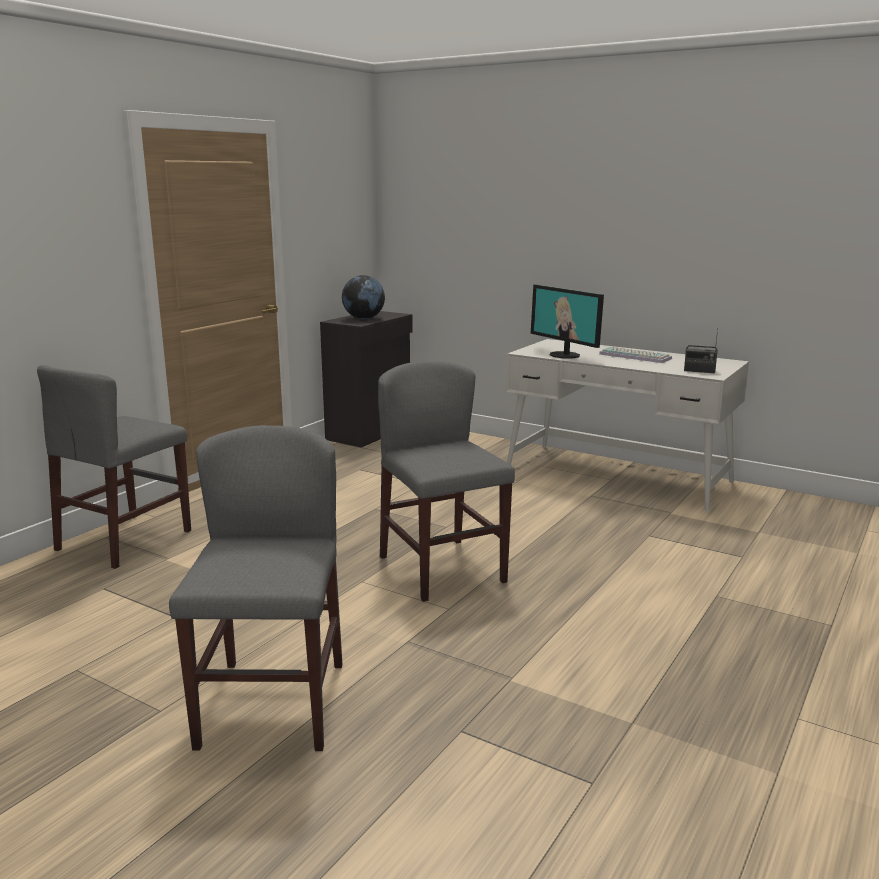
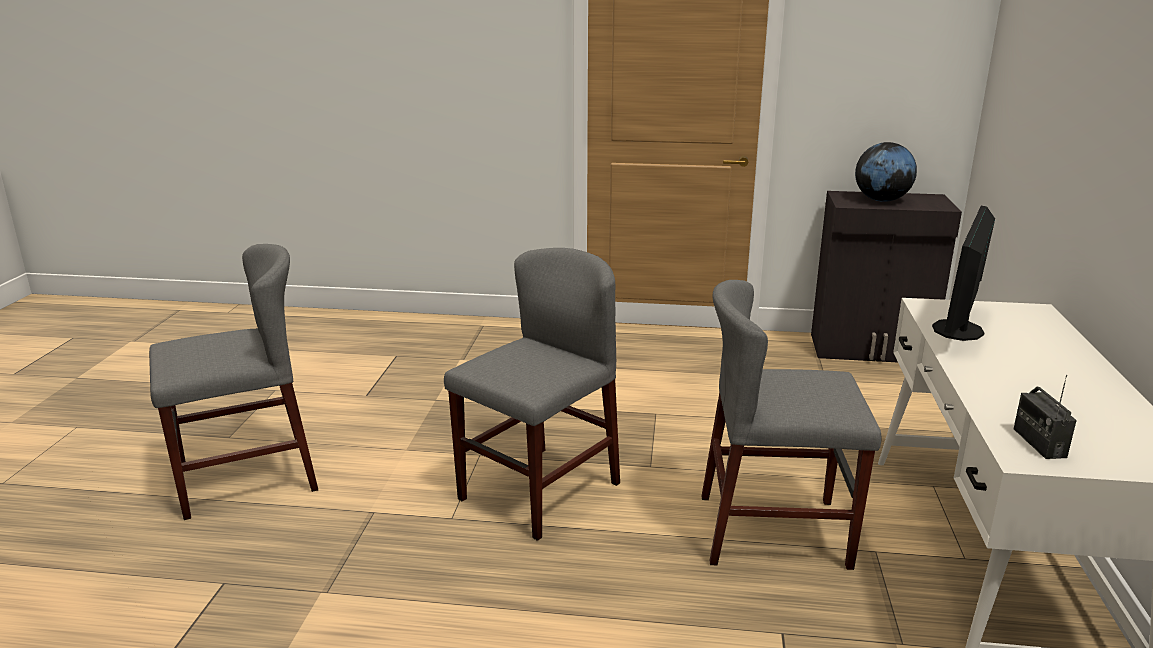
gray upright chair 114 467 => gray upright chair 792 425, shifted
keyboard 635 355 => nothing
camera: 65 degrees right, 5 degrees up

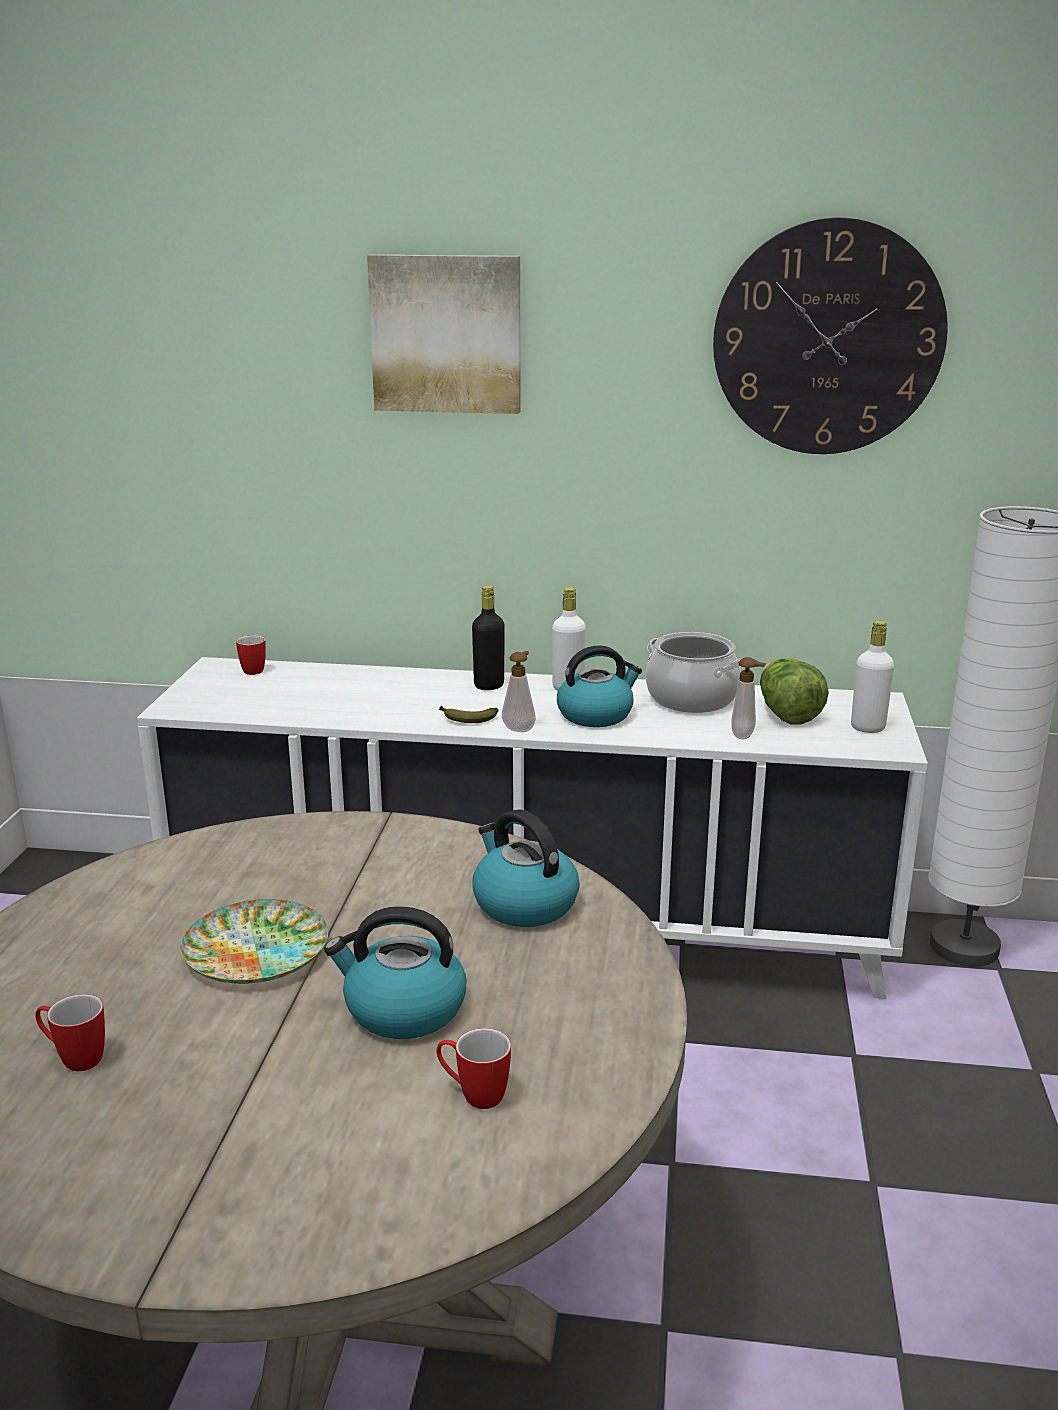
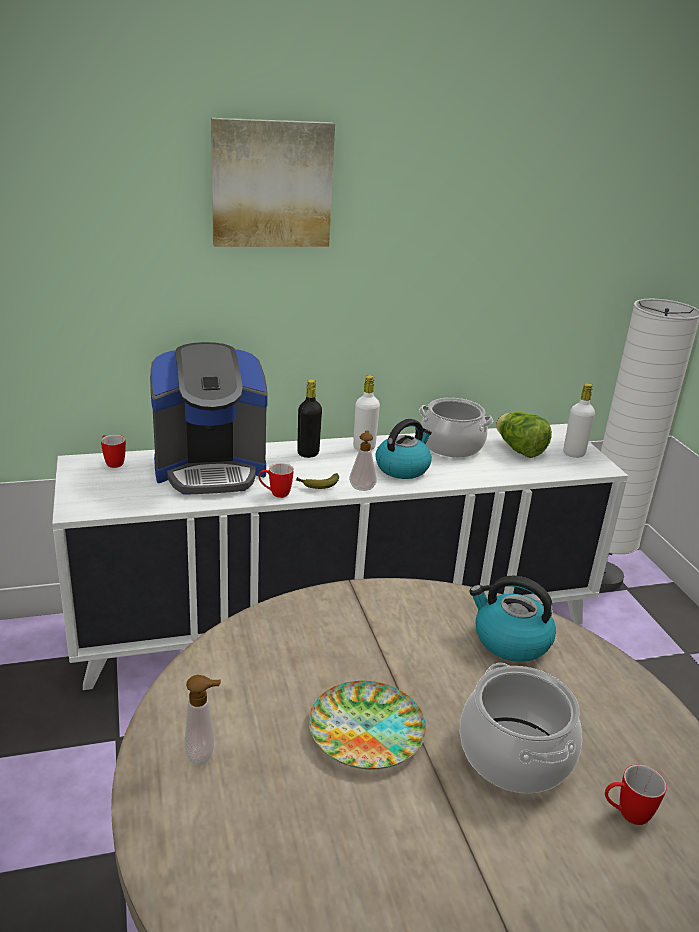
mug 70 1032 => mug 276 480, shifted
water kettle 395 973 => saucepot 520 728
hanging clock 830 336 => nothing
soap dispenser 748 698 => soap dispenser 203 720, shifted
nothing => coffee maker 209 418
camera: 25 degrees left, 5 degrees up

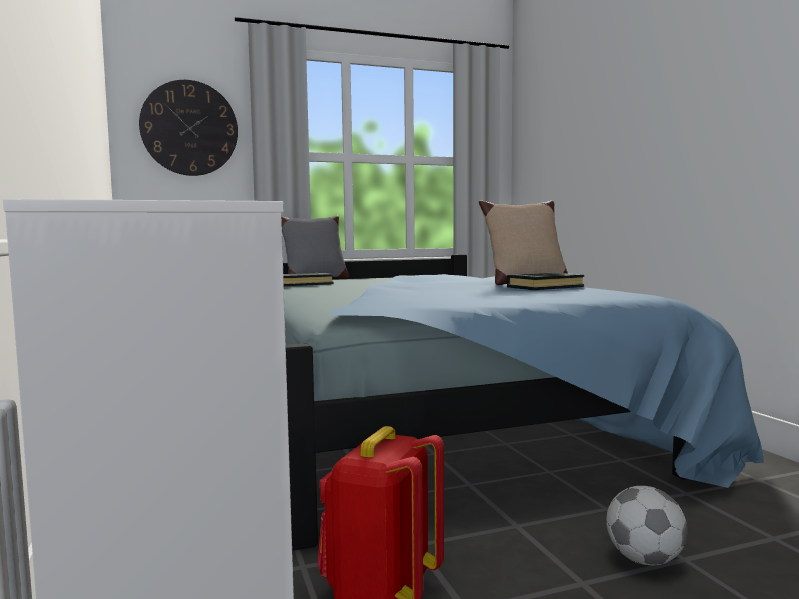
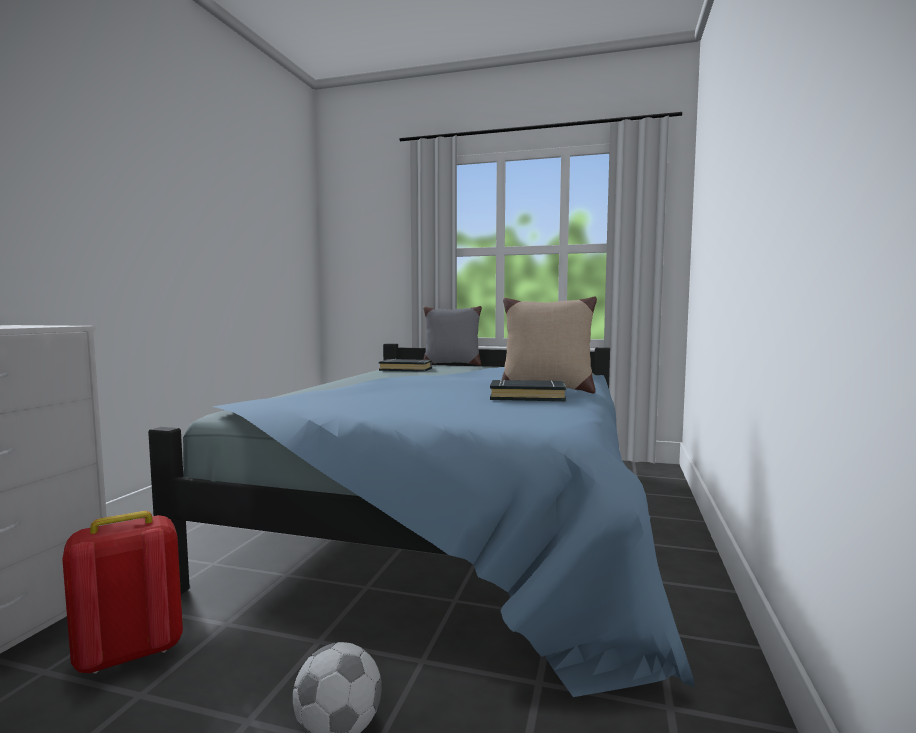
hanging clock 188 128 => nothing
camera: 35 degrees right, 0 degrees up

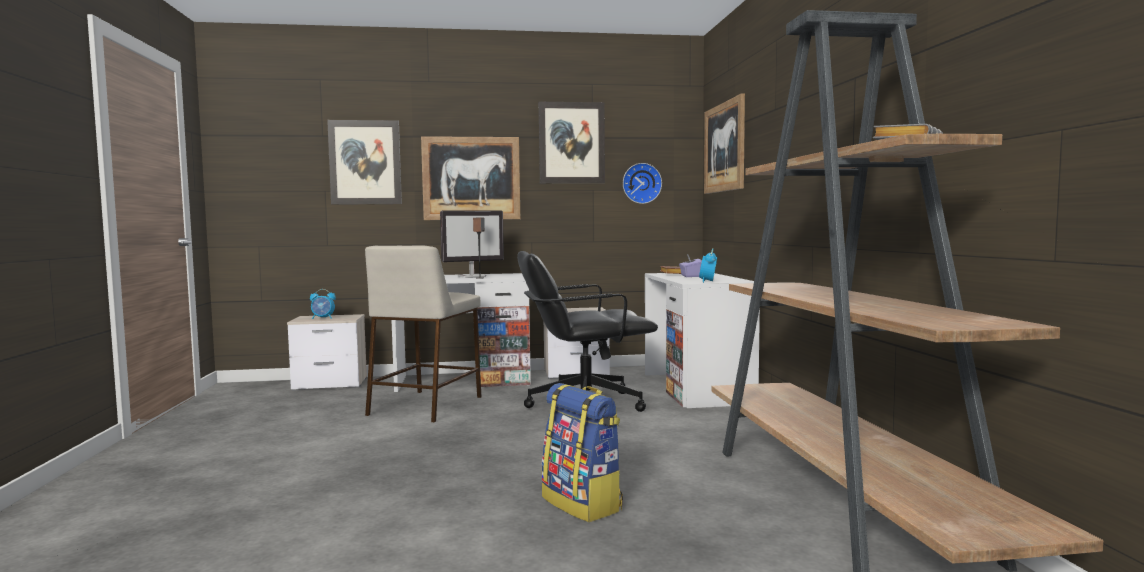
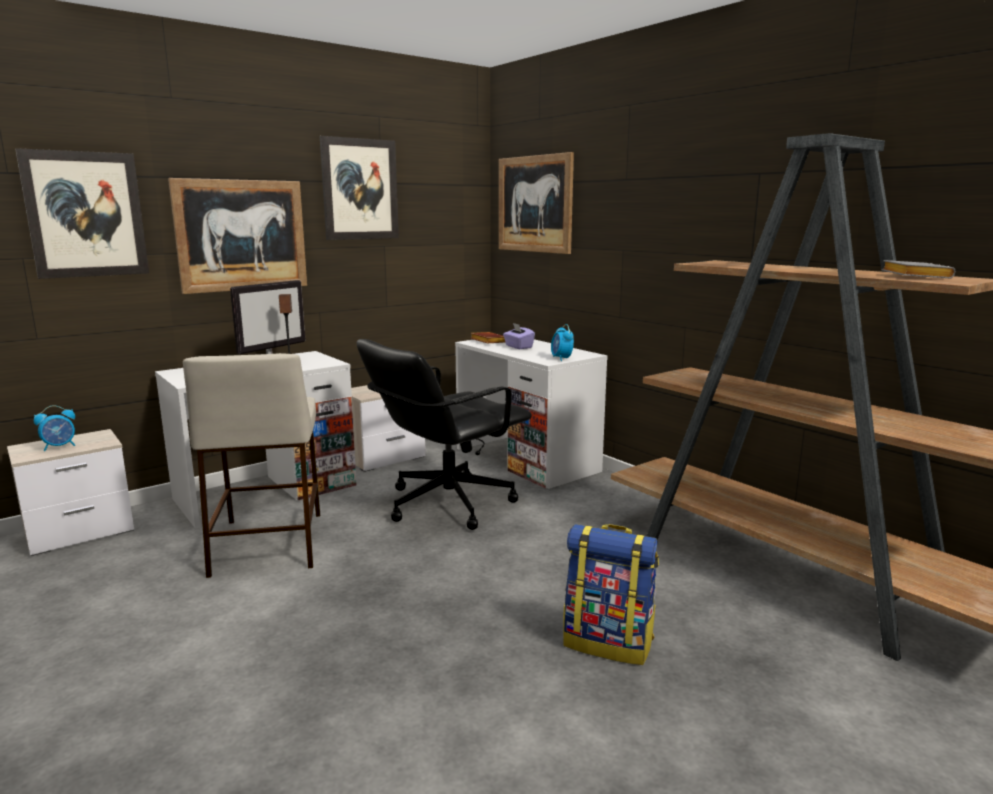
hanging clock 642 183 => nothing
camera: 30 degrees left, 10 degrees up

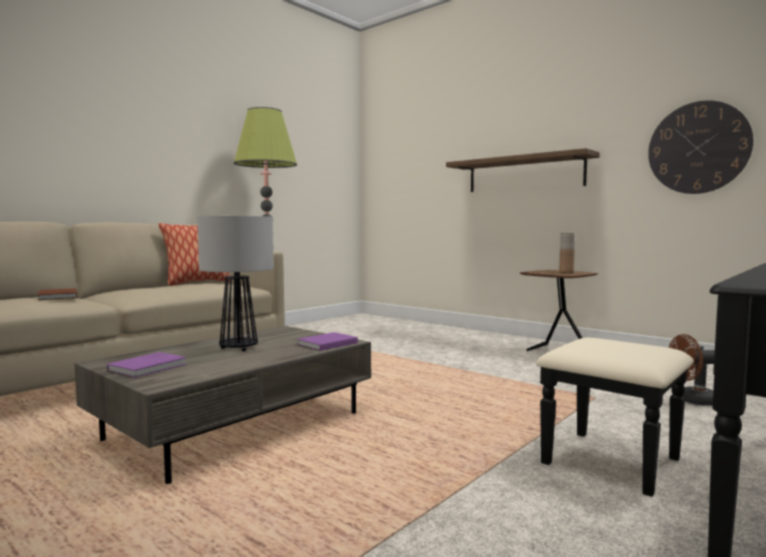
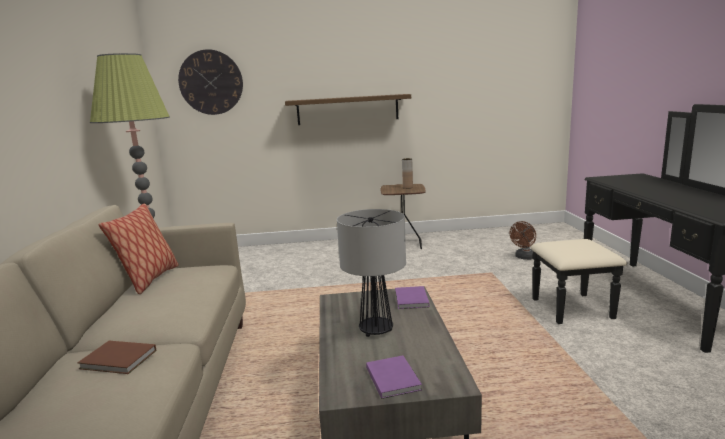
hanging clock 701 147 => hanging clock 210 82, shifted
camera: 45 degrees left, 10 degrees up

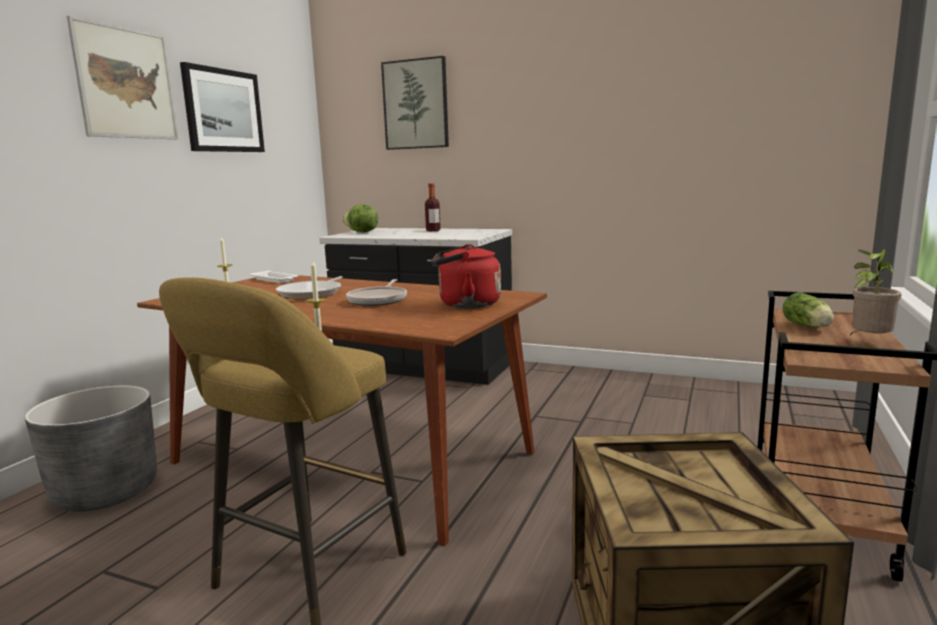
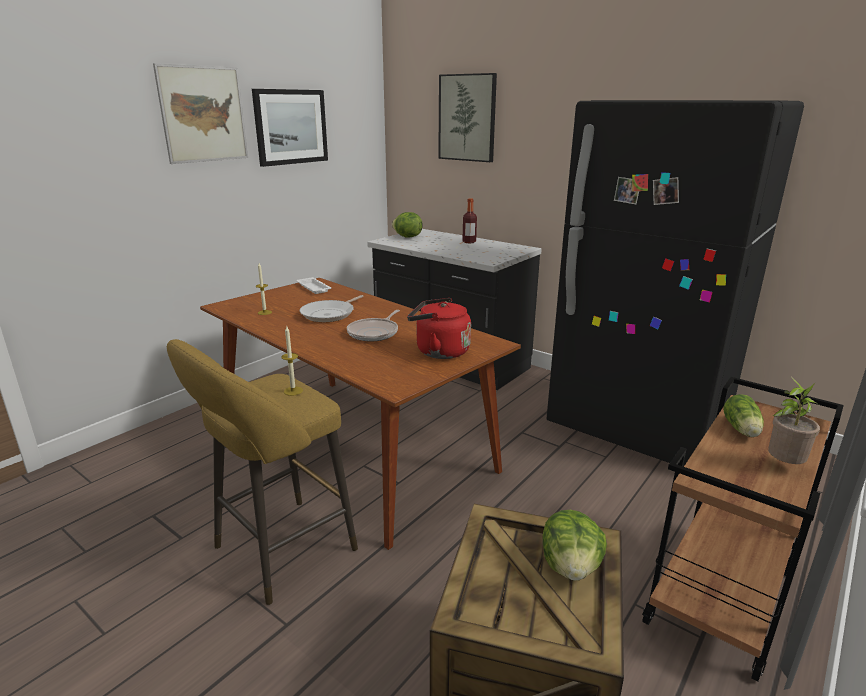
gray plant pot 91 448 => nothing
nothing => lettuce 574 545
nothing => blackish kitchen fridge 675 283
camera: 15 degrees right, 10 degrees up

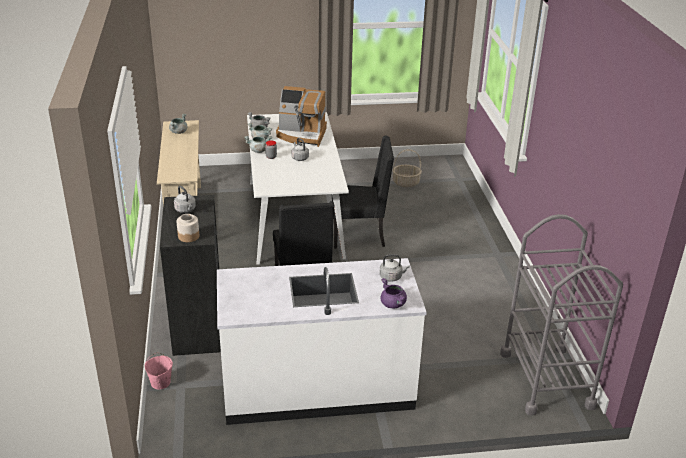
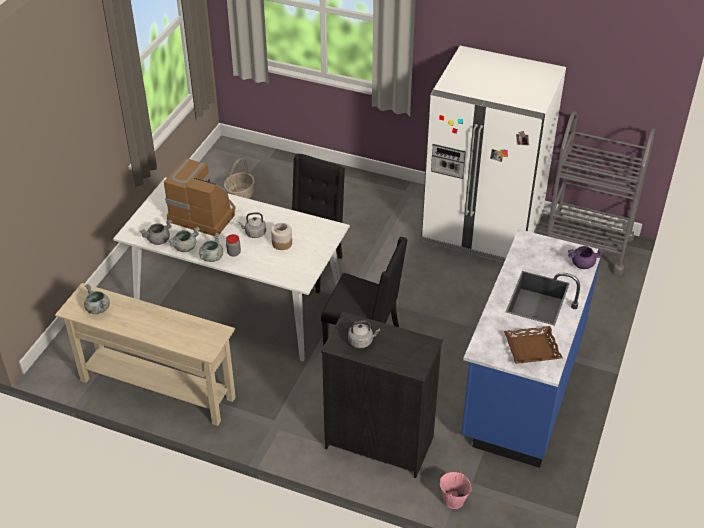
storage jar 188 228 => storage jar 281 236, shifted
white kitchen base unit 322 341 => blue kitchen base unit 531 348
coffee maker 301 116 => coffee maker 200 197, 105 degrees counterclockwise
gray water kettle 394 268 => nothing
nothing => white kitchen fridge 494 154
nothing => brown-coloured tray 533 345
camera: 60 degrees left, 10 degrees up

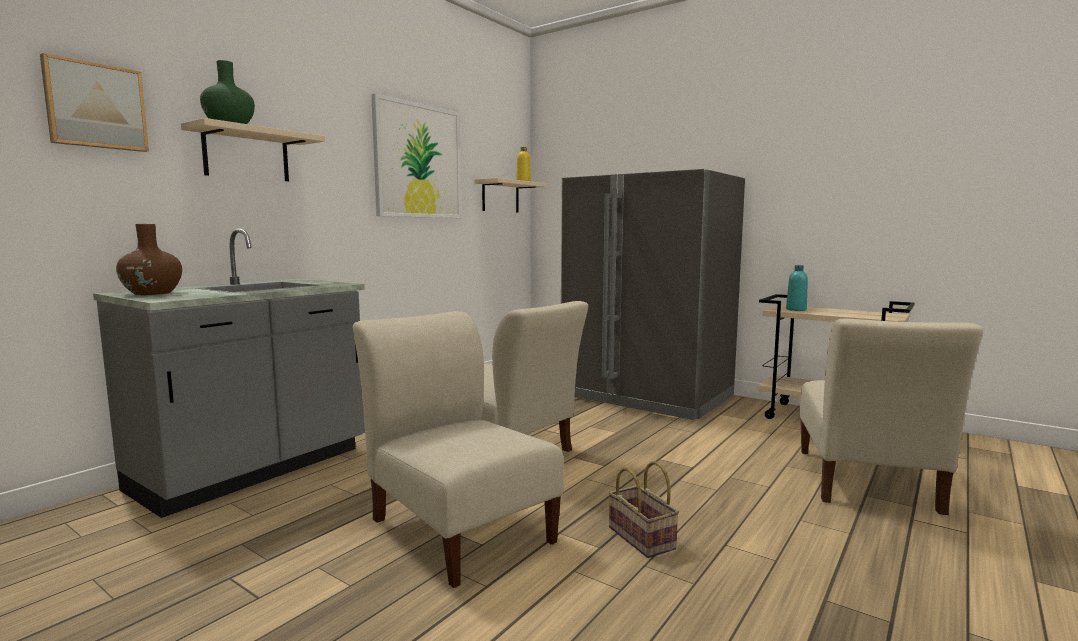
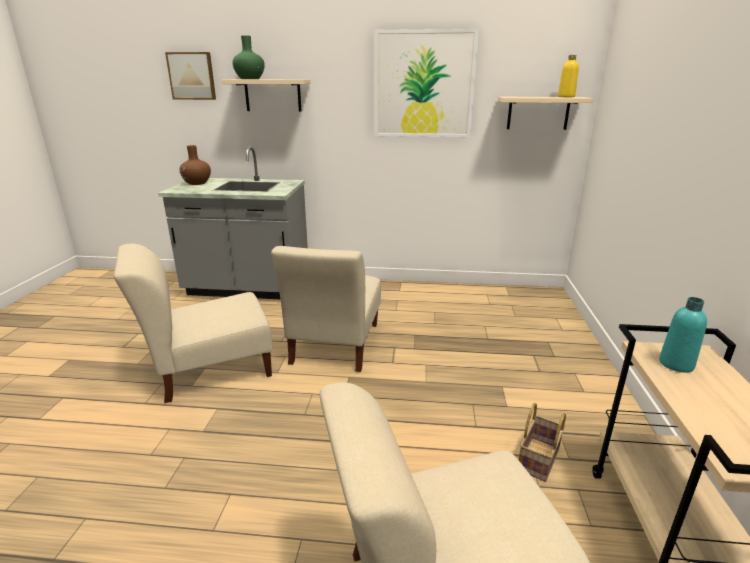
beige-coloured upright chair 458 449 => beige-coloured upright chair 193 323, 135 degrees counterclockwise
gray kitchen fridge 653 294 => nothing
basket 644 509 => basket 542 442, shifted
camera: 60 degrees right, 15 degrees up

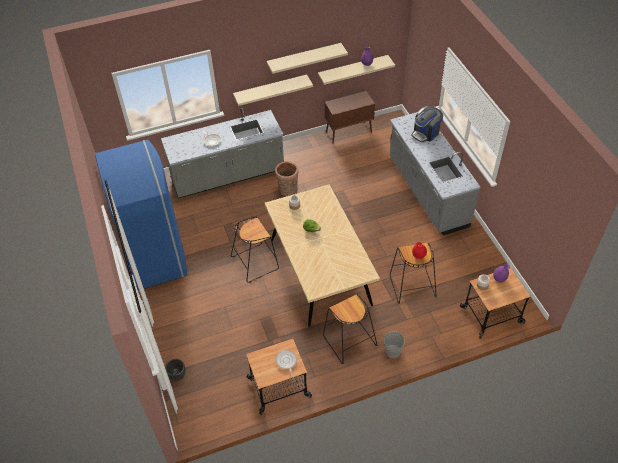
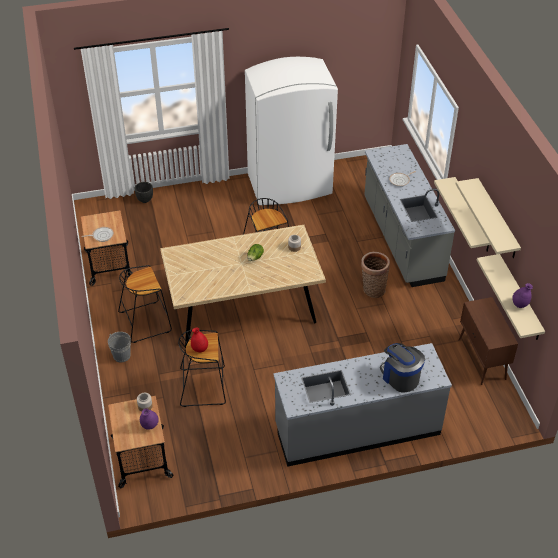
blue kitchen fridge 141 215 => white kitchen fridge 291 131
camera: 95 degrees right, 5 degrees down

